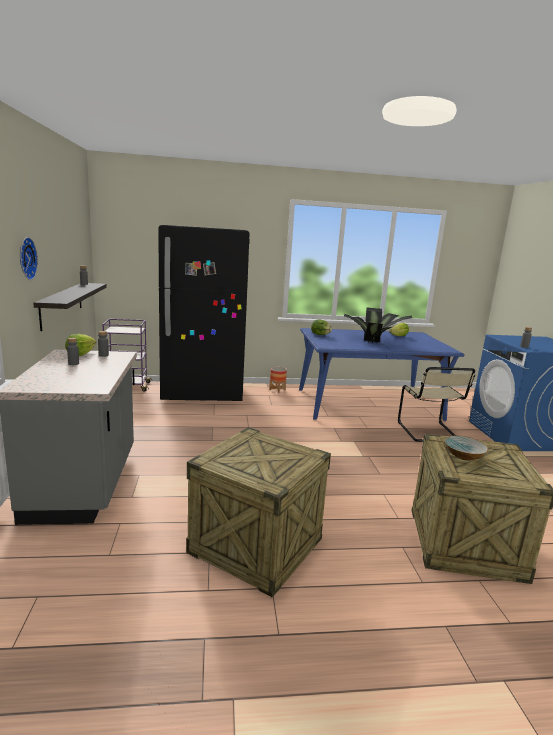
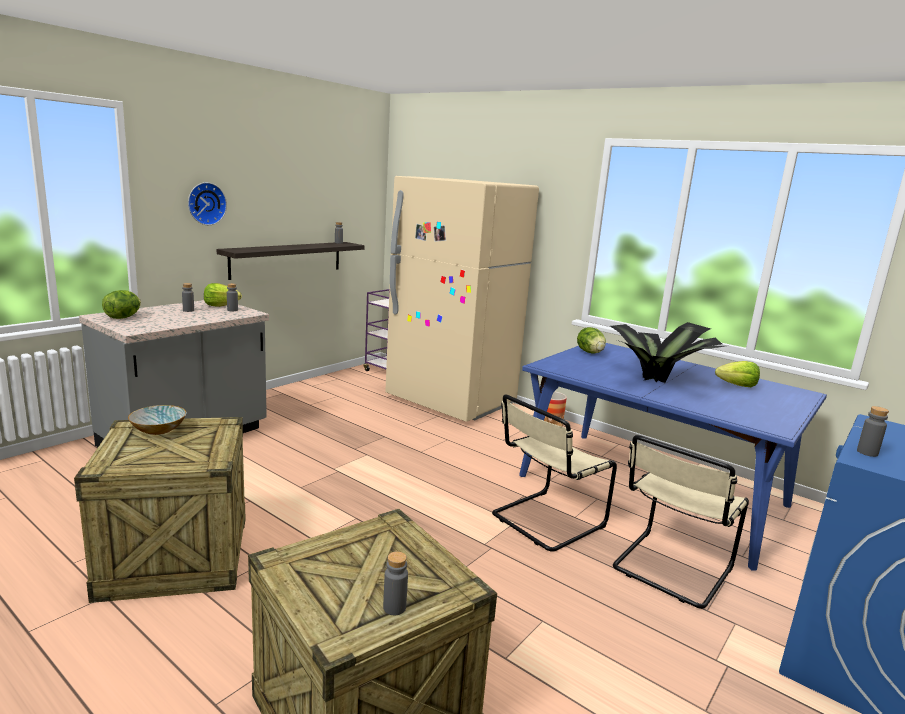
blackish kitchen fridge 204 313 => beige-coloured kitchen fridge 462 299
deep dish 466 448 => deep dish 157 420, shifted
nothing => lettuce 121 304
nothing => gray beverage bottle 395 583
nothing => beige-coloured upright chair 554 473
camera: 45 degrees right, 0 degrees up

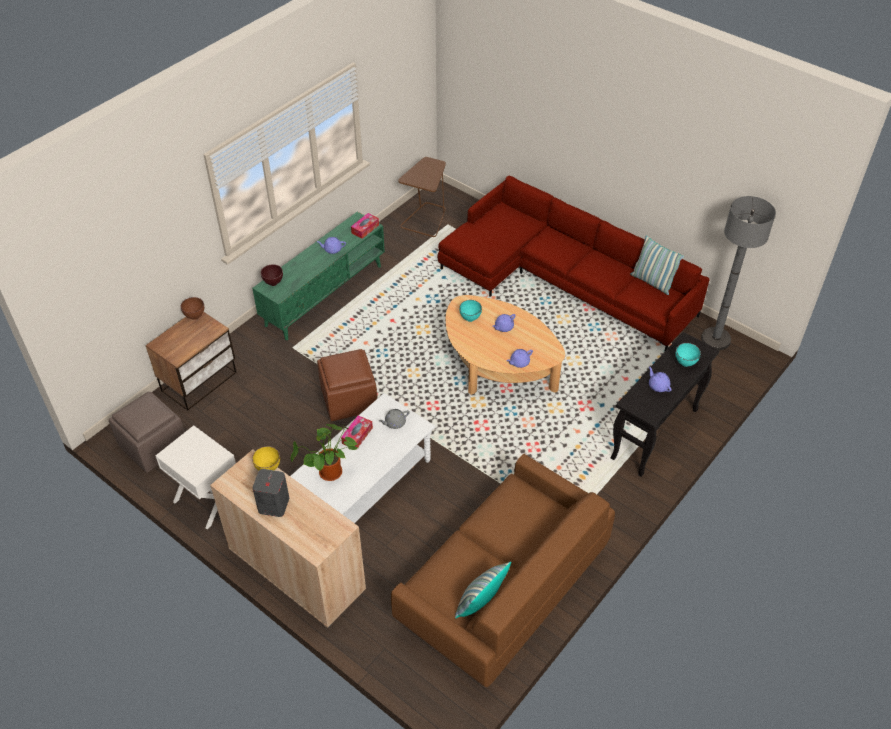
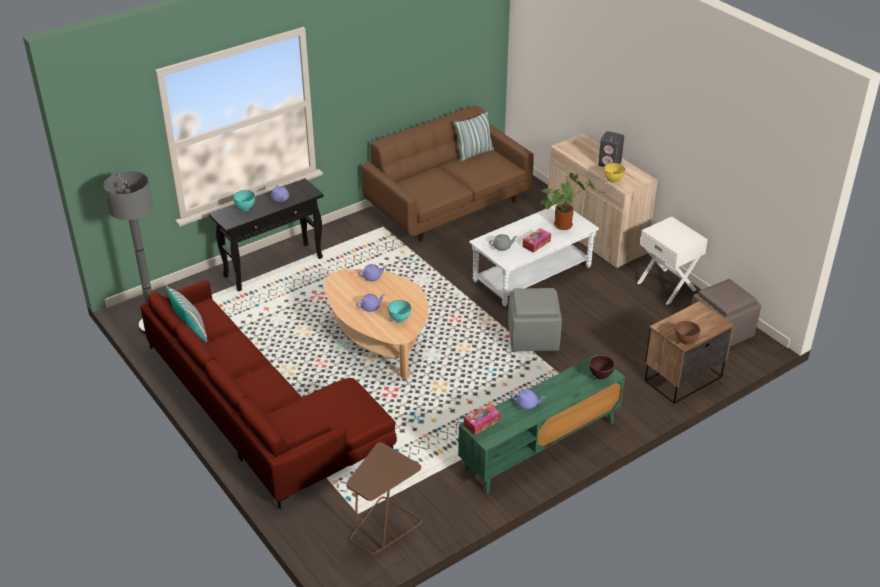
brown-coloured ottoman 347 385 => gray ottoman 535 320
camera: 165 degrees left, 10 degrees down

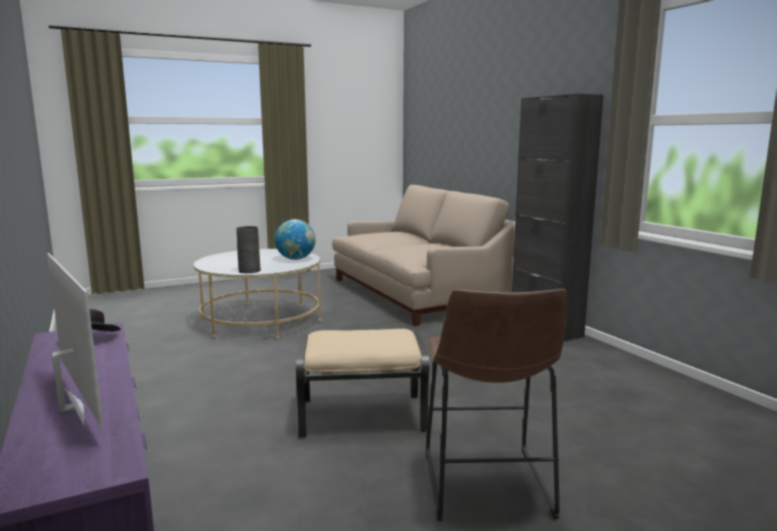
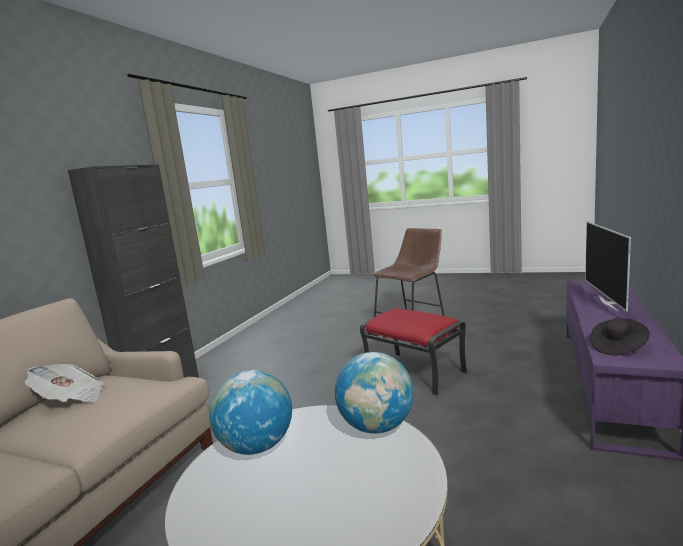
gray flower vase 248 249 => globe 374 393
beige-coloured ottoman 363 383 => reddish ottoman 413 352
nothing => newspaper 64 383
camera: 130 degrees left, 0 degrees up

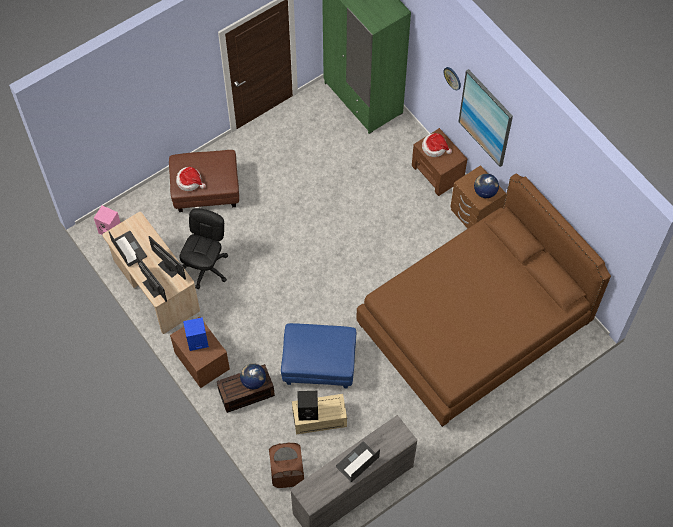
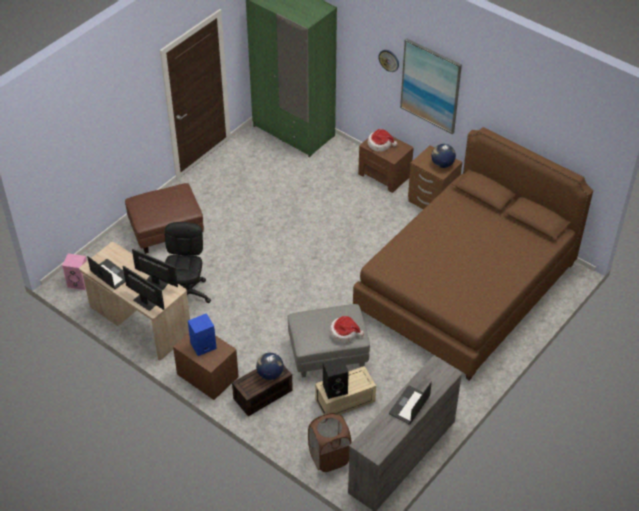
hat 191 179 => hat 347 329, shifted
blue ottoman 318 355 => gray ottoman 328 341
camera: 15 degrees left, 15 degrees down

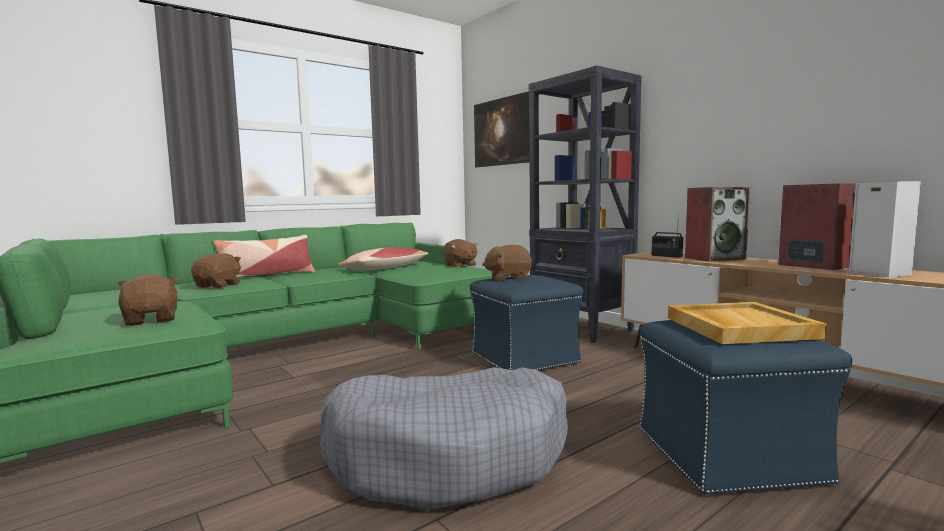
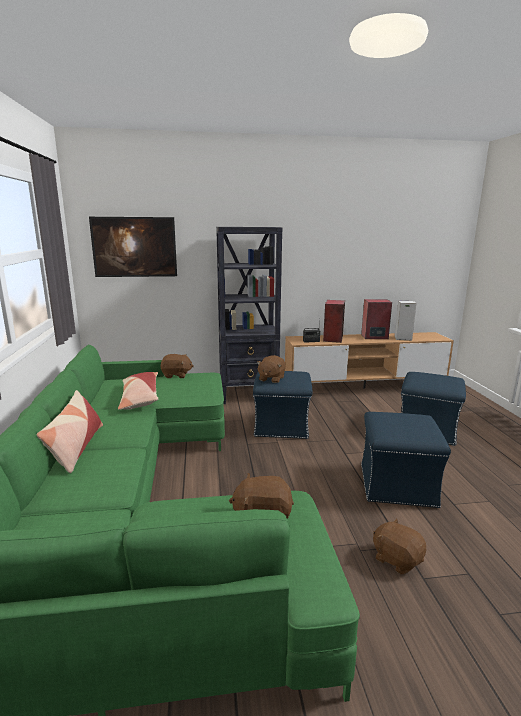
brown-coloured plush toy 216 270 => brown-coloured plush toy 399 546, shifted
gray dog cushion 444 438 => blue ottoman 406 460
beige-coloured tray 747 323 => nothing
camera: 60 degrees left, 10 degrees up

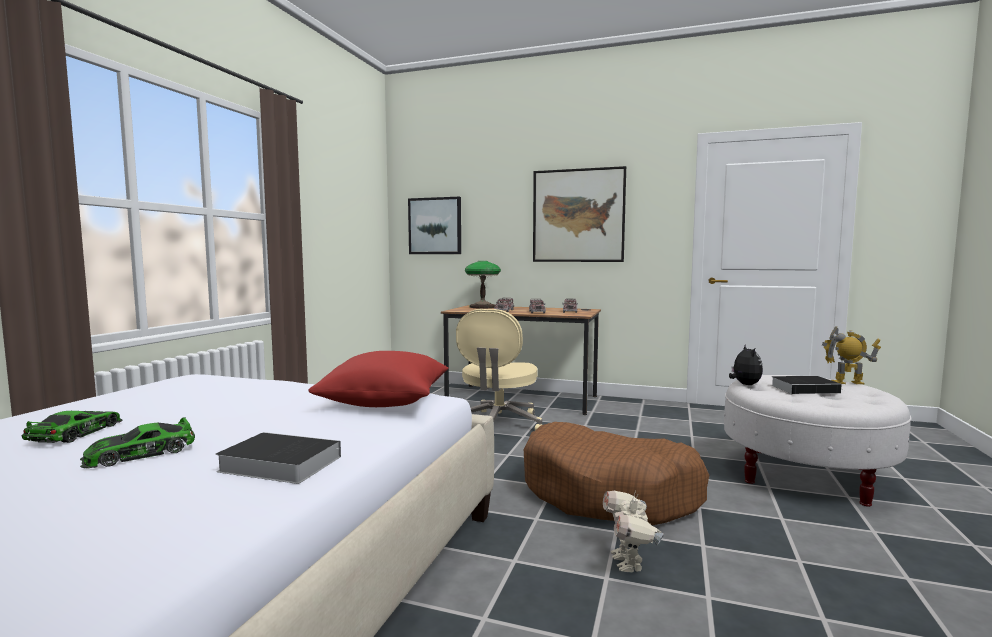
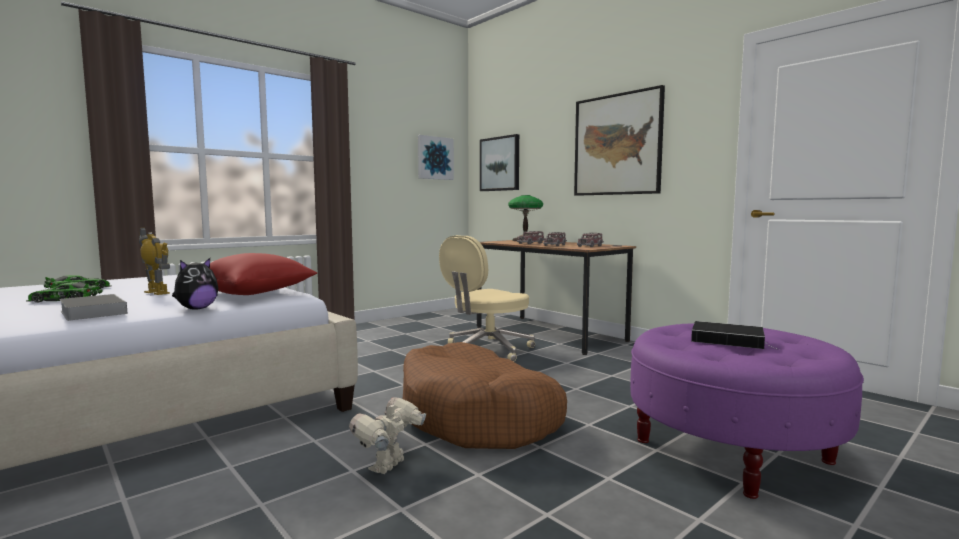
white ottoman 817 441 => purplish ottoman 747 411
plush toy 746 364 => plush toy 195 283, shifted
toy robot 851 355 => toy robot 154 261, shifted
nothing => wall art 436 157
camera: 30 degrees right, 0 degrees up

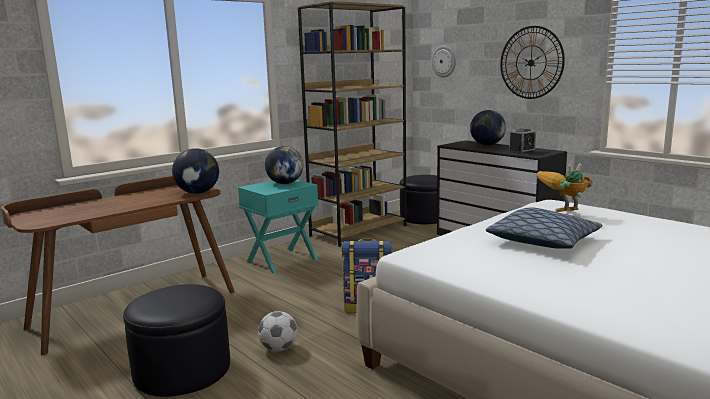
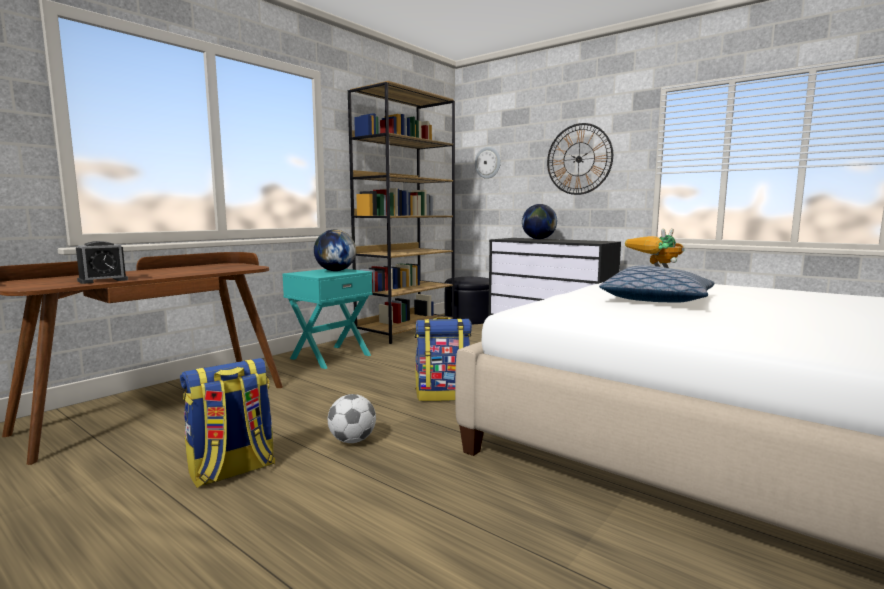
blackish ottoman 176 340 => backpack 227 423
globe 195 171 => nothing
bedside clock 522 141 => bedside clock 102 262, shifted
camera: 10 degrees left, 5 degrees down

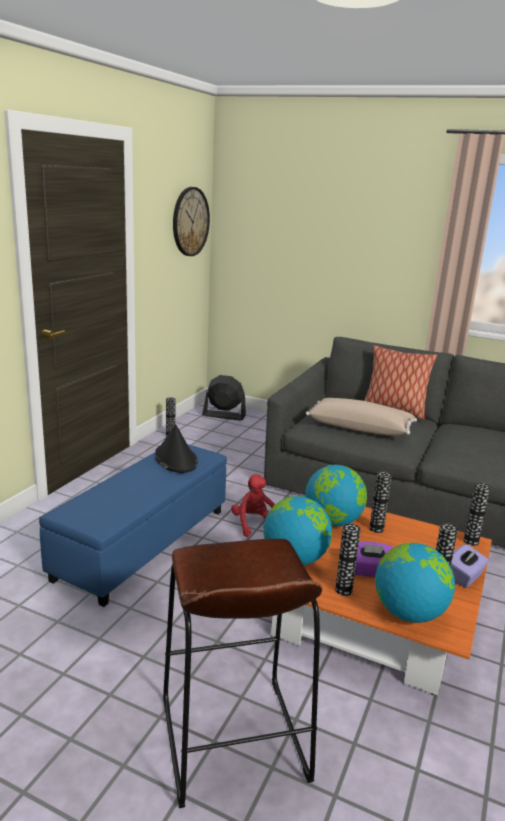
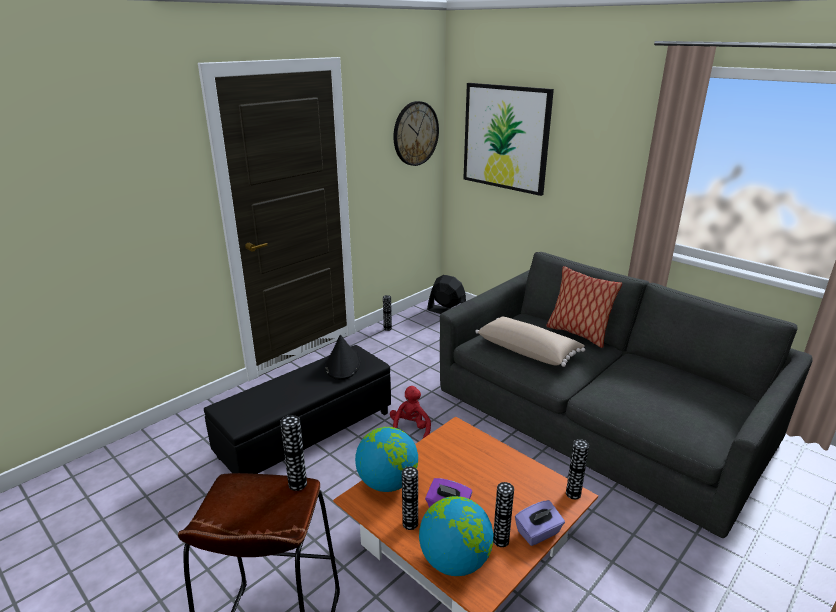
blue ottoman 133 525 => blackish ottoman 297 409
globe 336 496 => nothing
flower vase 380 502 => flower vase 293 453, shifted
nothing => wall art 508 139
camera: 20 degrees right, 5 degrees up

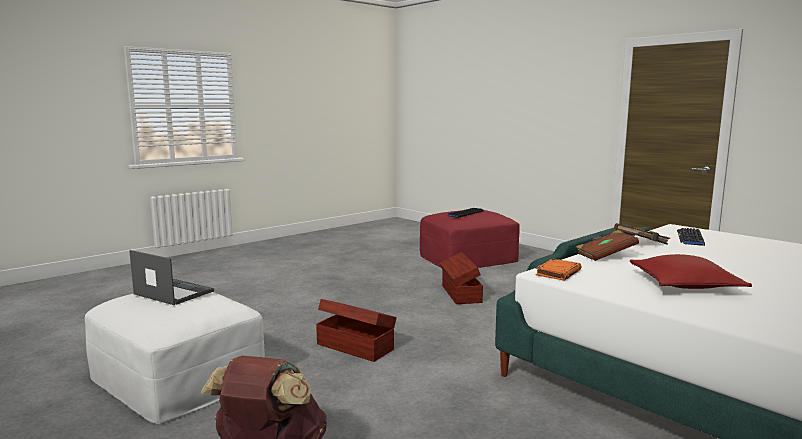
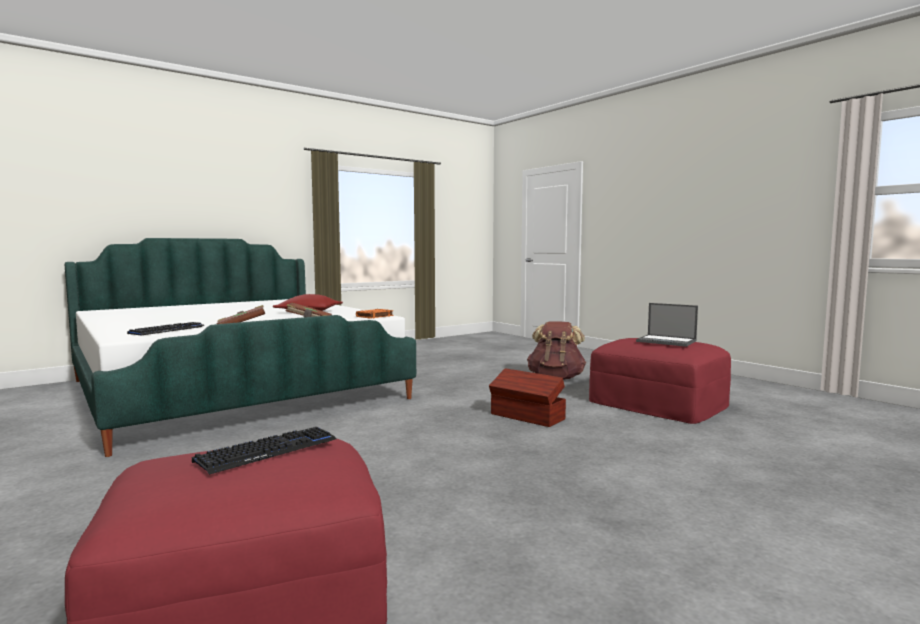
white ottoman 175 358 => reddish ottoman 660 381
brown-coloured storage box 461 278 => nothing
camera: 175 degrees left, 5 degrees down

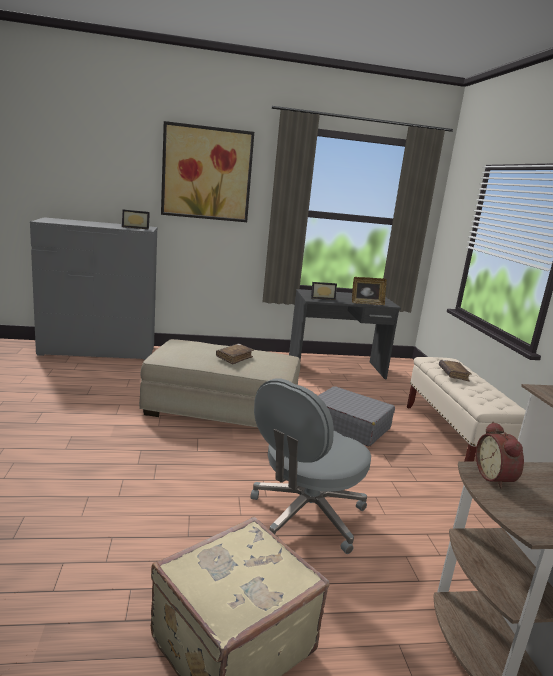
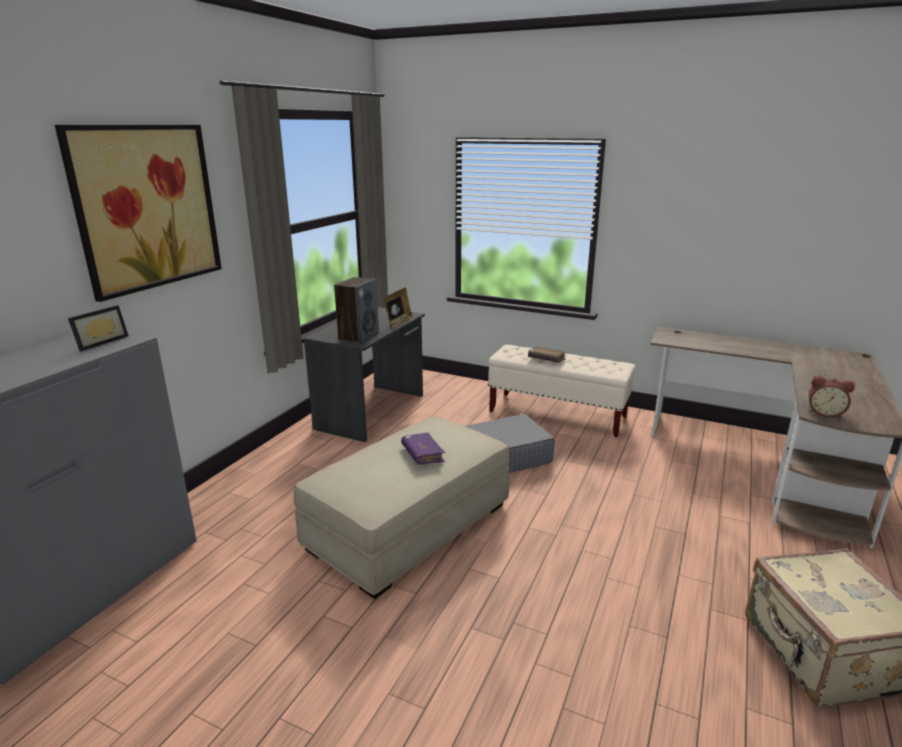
brown-coloured volume 235 354 => purplish volume 423 449
gray office chair 311 466 => nothing
picture frame 324 291 => speaker 356 310
camera: 55 degrees left, 5 degrees up

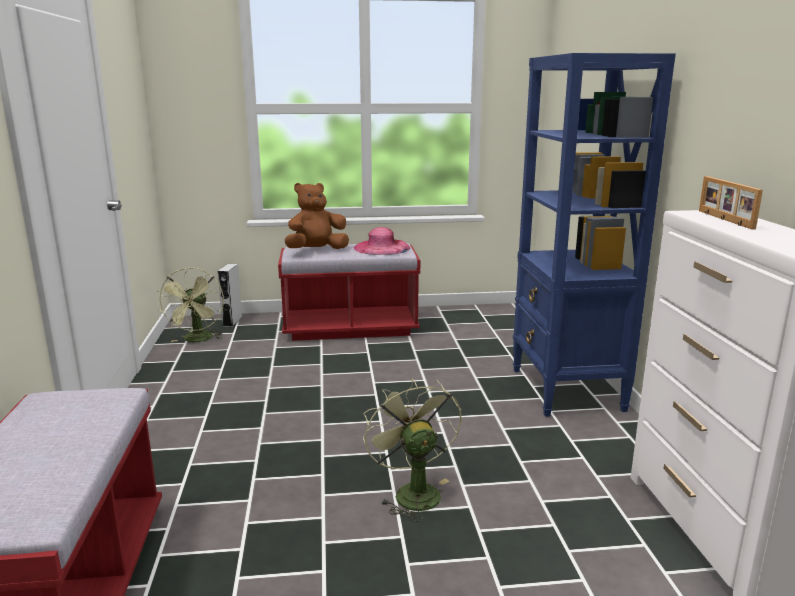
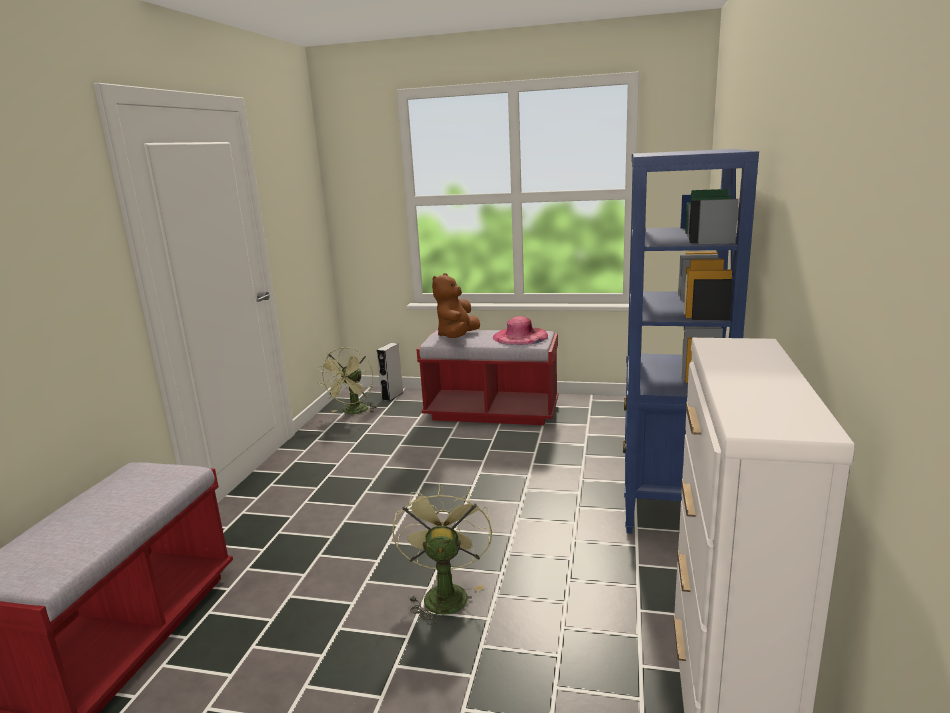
brown-coloured plush toy 317 216 => brown-coloured plush toy 456 305, 60 degrees counterclockwise
picture frame 731 203 => nothing
camera: 20 degrees right, 0 degrees up

